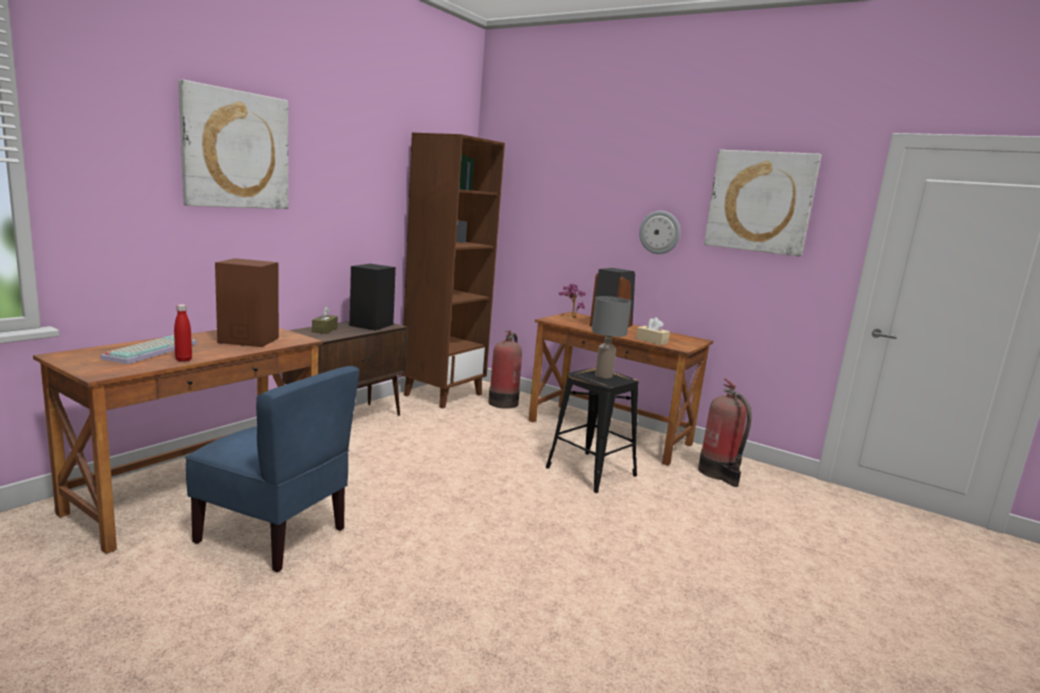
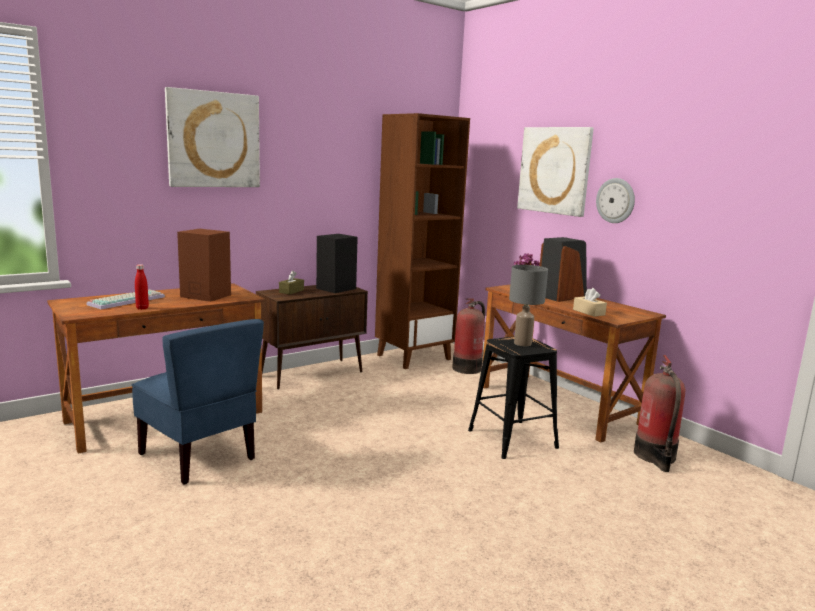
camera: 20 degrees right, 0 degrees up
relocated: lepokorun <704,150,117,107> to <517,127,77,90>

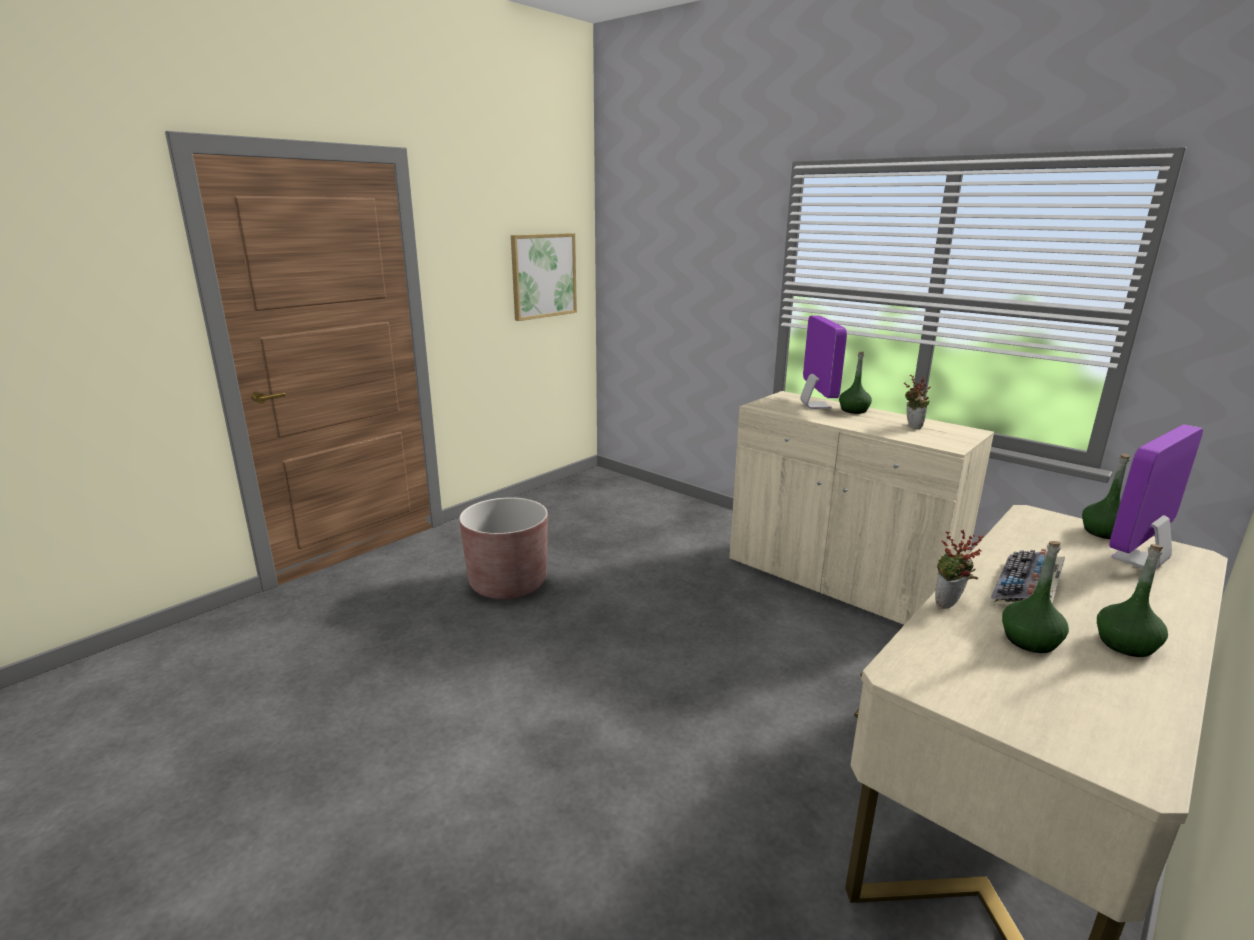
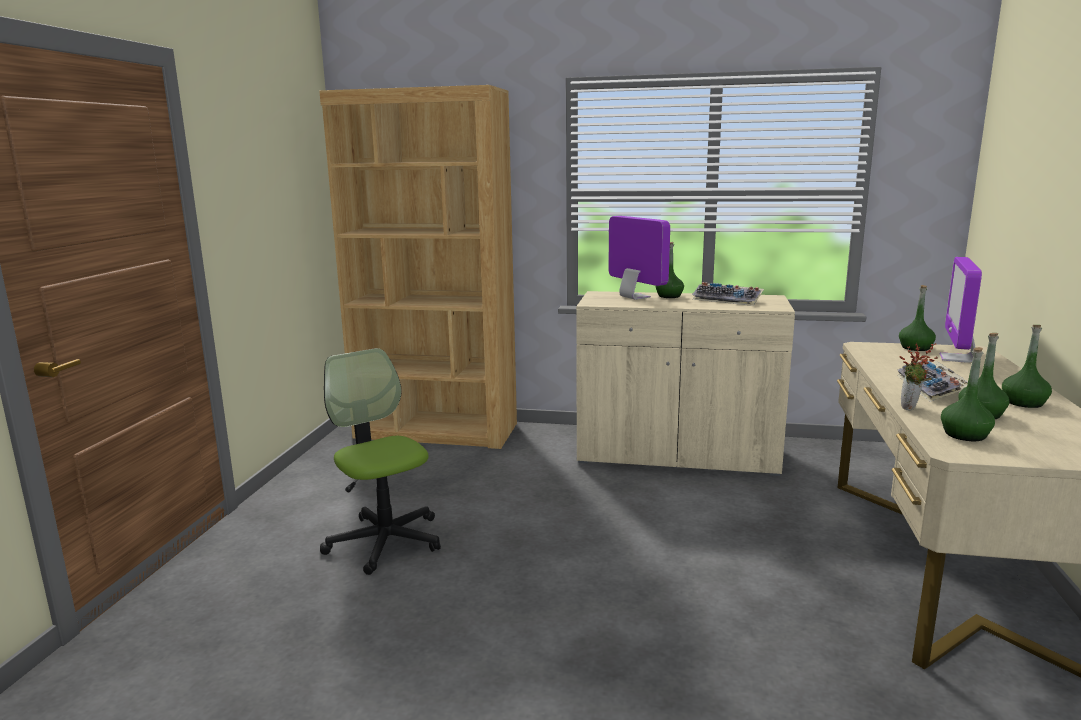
camera: 30 degrees left, 5 degrees down
missing: lepokorun <511,233,66,88>
appeared: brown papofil <319,85,198,364>; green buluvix <941,347,54,94>
exchanged: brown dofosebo <459,497,89,102> to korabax <320,348,121,227>; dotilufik <904,375,27,54> to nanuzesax <692,282,72,24>

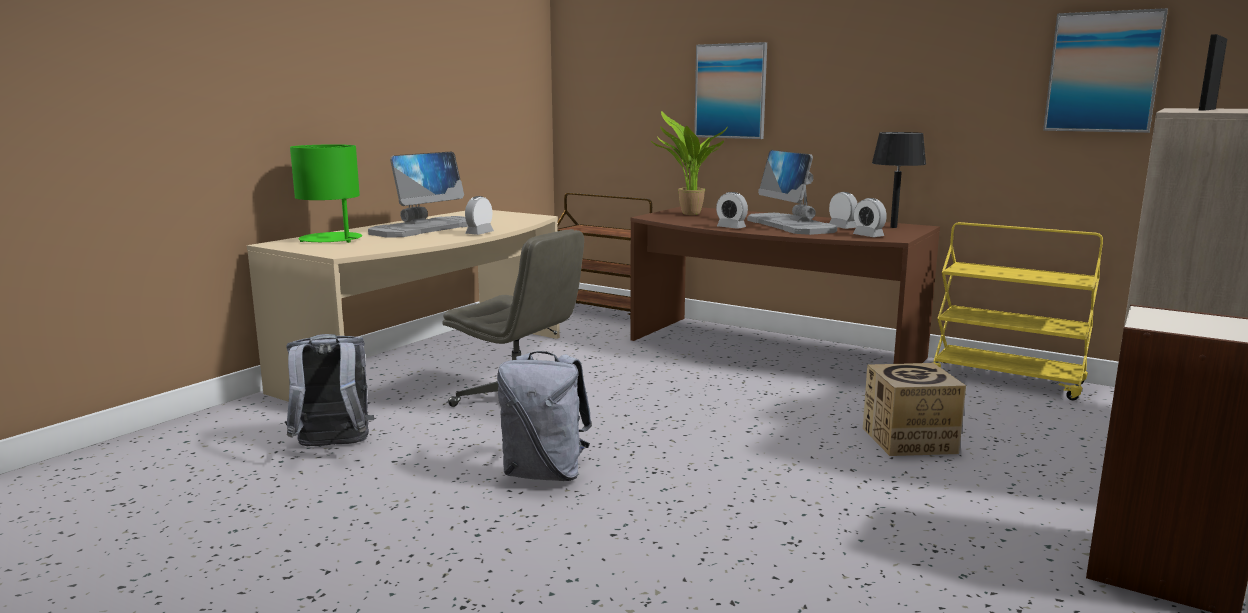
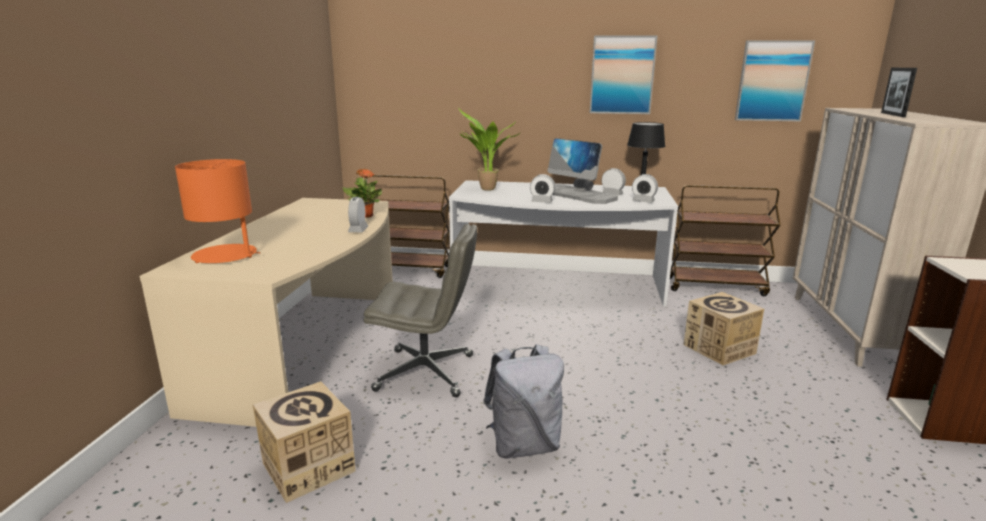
camera: 25 degrees left, 5 degrees up
missing: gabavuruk <368,151,100,87>
appeared: dotilufik <342,168,40,50>
relocated: lepokorun <694,42,73,97> to <590,35,68,79>
exchanged: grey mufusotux <285,334,89,112> to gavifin <253,381,103,122>
colour: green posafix <290,144,72,99> to orange posafix <175,159,85,104>; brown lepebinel <630,207,310,157> to white lepebinel <449,180,229,126>; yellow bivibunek <932,222,171,178> to brown bivibunek <670,185,110,111>

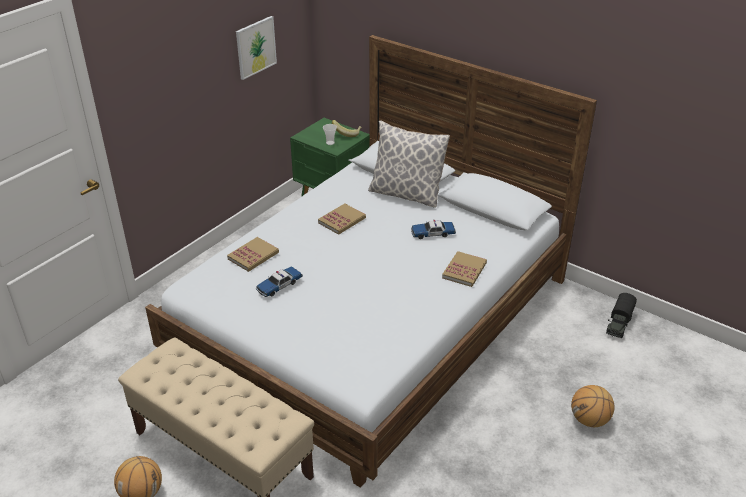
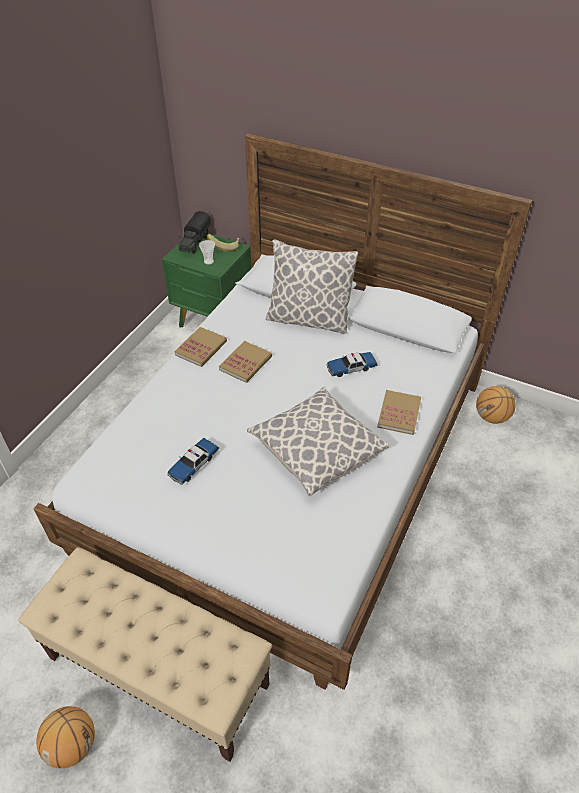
camera: 10 degrees left, 10 degrees up
missing: lepokorun <236,16,41,64>
appeared: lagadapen <247,387,142,110>
relocated: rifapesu <227,237,52,35> to <174,327,53,40>; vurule <571,385,44,42> to <476,386,40,38>; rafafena <606,293,31,45> to <178,211,33,43>

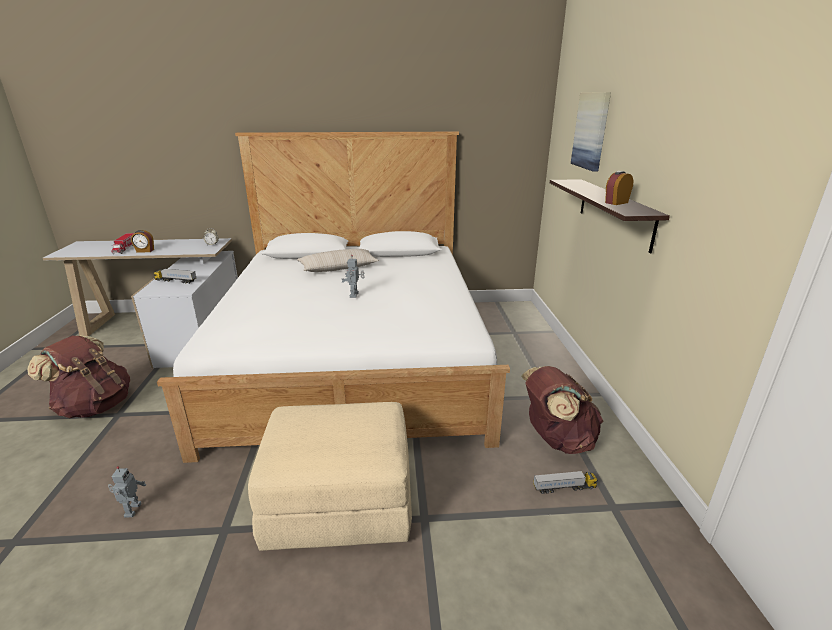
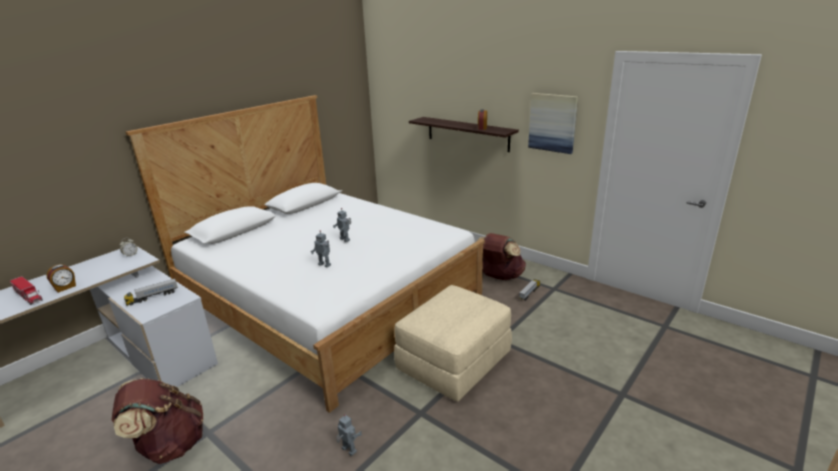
camera: 45 degrees left, 0 degrees up
missing: beige lagadapen <297,249,82,23>
appeared: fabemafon <311,230,20,37>
relocated: lepokorun <571,92,40,80> to <528,93,50,61>

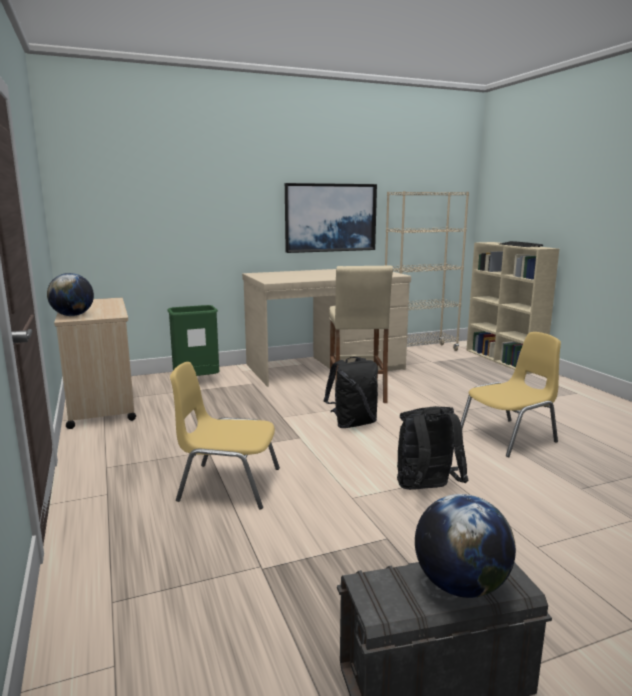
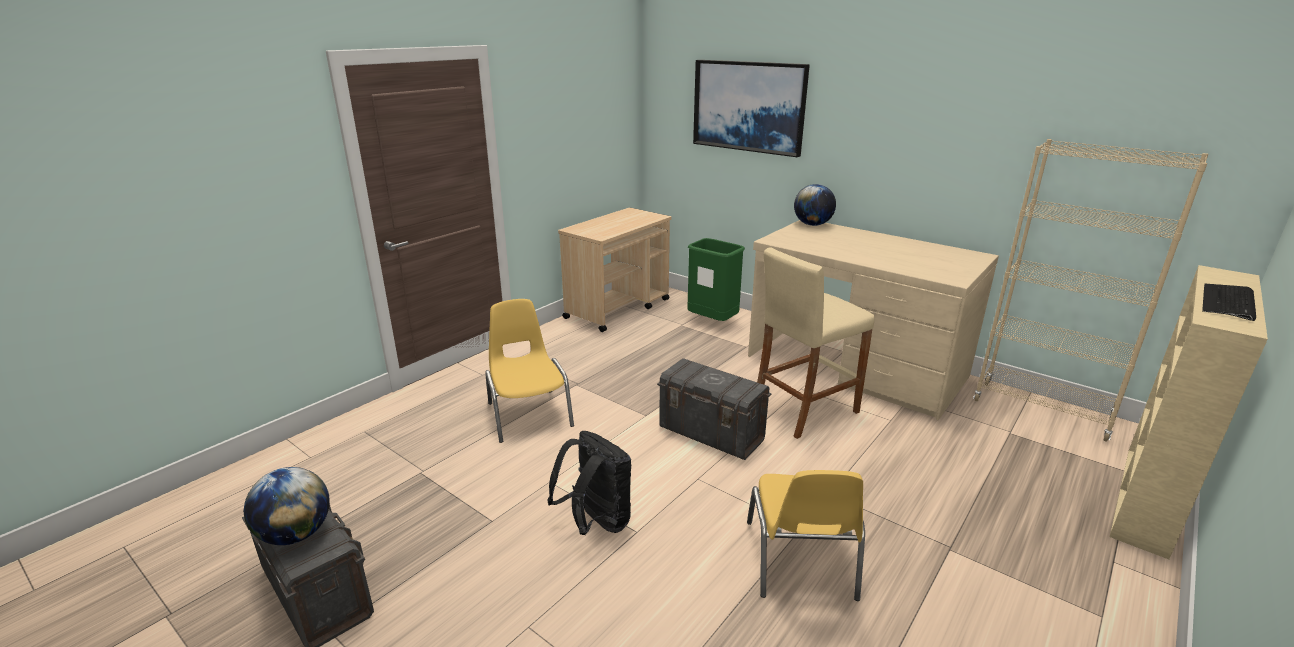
camera: 60 degrees right, 10 degrees up
relocated: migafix <47,273,47,43> to <794,184,42,42>; lepokorun <285,183,92,70> to <693,60,117,97>
exchanged: black mufusotux <324,357,54,71> to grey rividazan <657,358,114,102>
spun: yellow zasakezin <461,332,100,125> = <747,470,118,131> 60 degrees clockwise

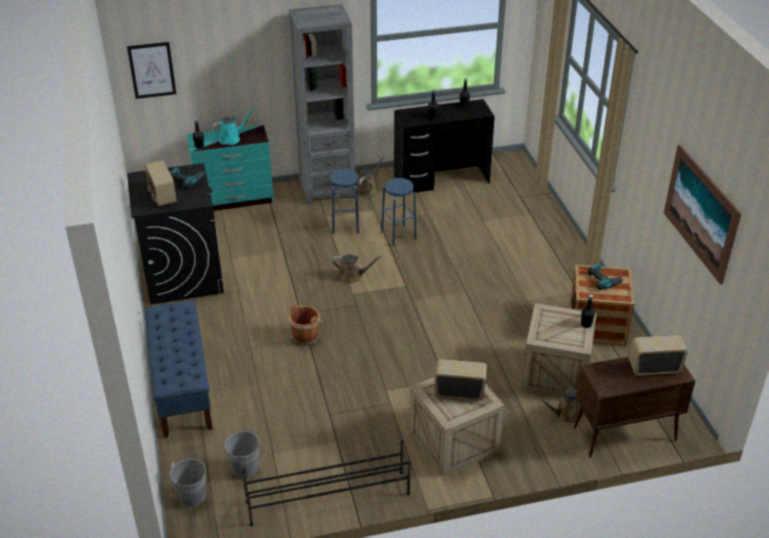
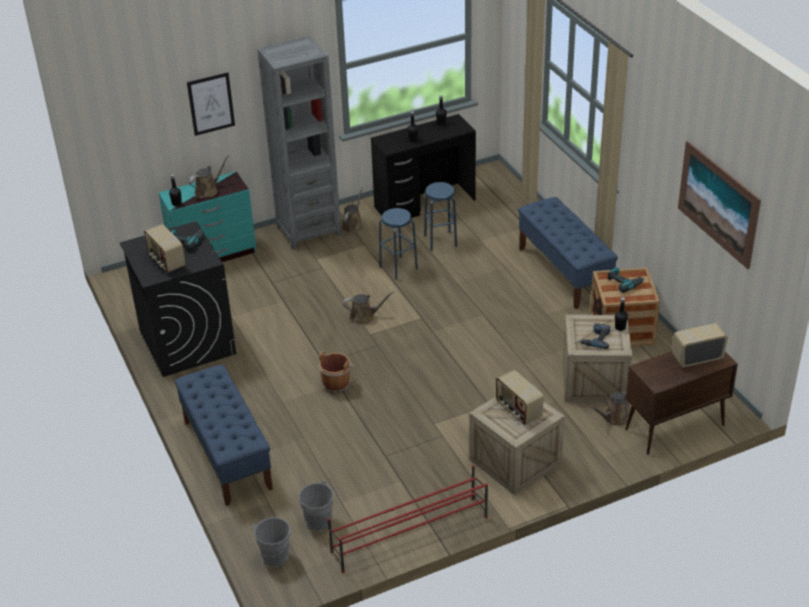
camera: 10 degrees left, 0 degrees up
appeared: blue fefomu <518,197,100,112>; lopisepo <579,323,32,26>
relocated: lepokorun <127,42,49,57> to <187,72,48,64>; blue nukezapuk <330,169,29,65> to <424,182,33,69>
colour: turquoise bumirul <212,108,43,37> to brown bumirul <189,155,40,43>; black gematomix <242,440,169,86> to red gematomix <328,465,160,108>
spun: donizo <435,359,52,42> = <496,370,48,55> 120 degrees counterclockwise

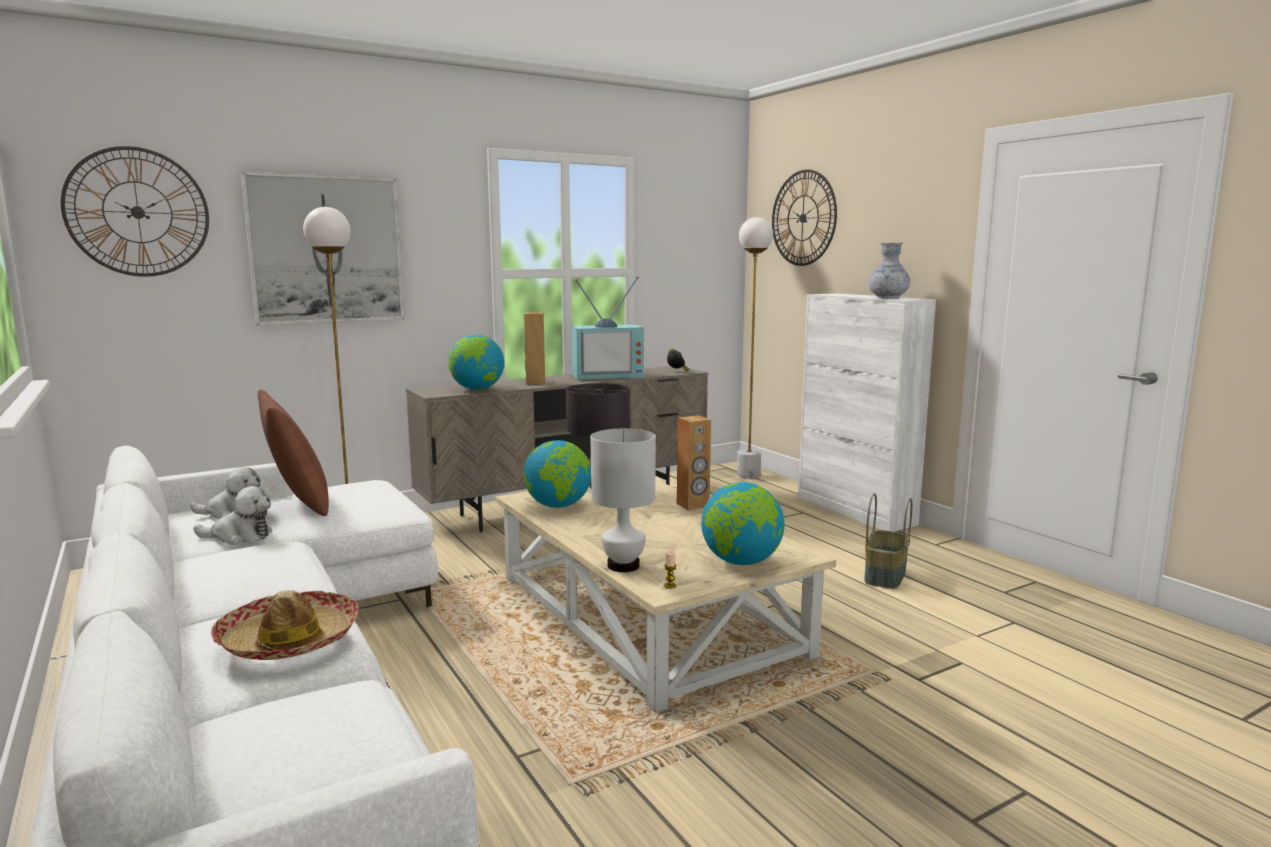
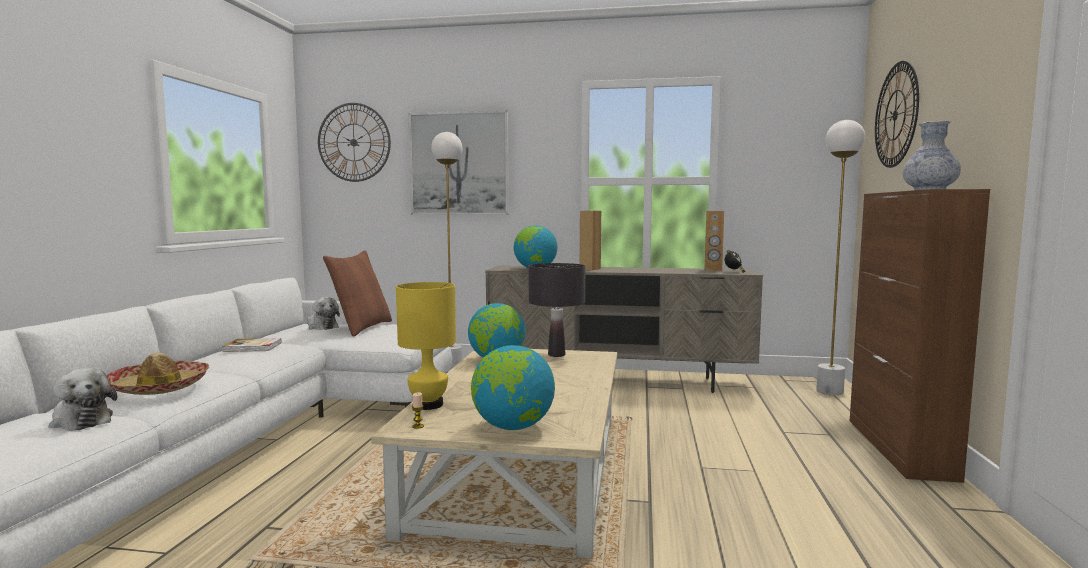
camera: 40 degrees right, 5 degrees down
missing: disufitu <571,276,73,104>; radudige <864,493,48,96>
appeared: rifapesu <222,338,60,14>
relocated: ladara <193,486,79,59> to <49,368,68,63>; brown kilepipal <677,415,34,95> to <705,211,19,60>
colour: white posafix <590,429,66,143> to yellow posafix <396,282,60,128>; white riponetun <798,293,138,239> to brown riponetun <850,189,140,294>

